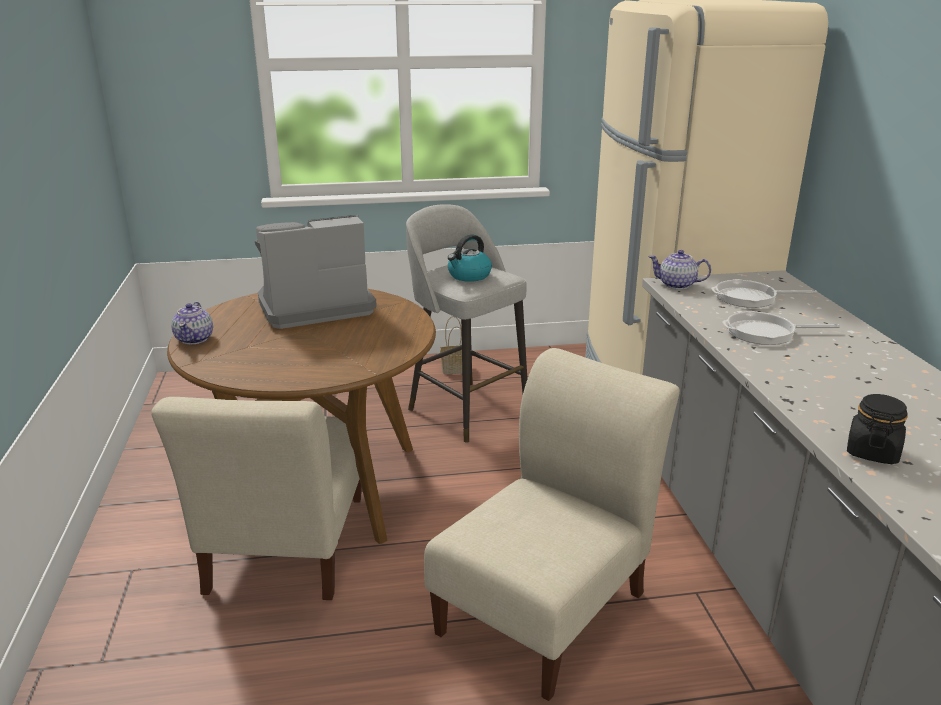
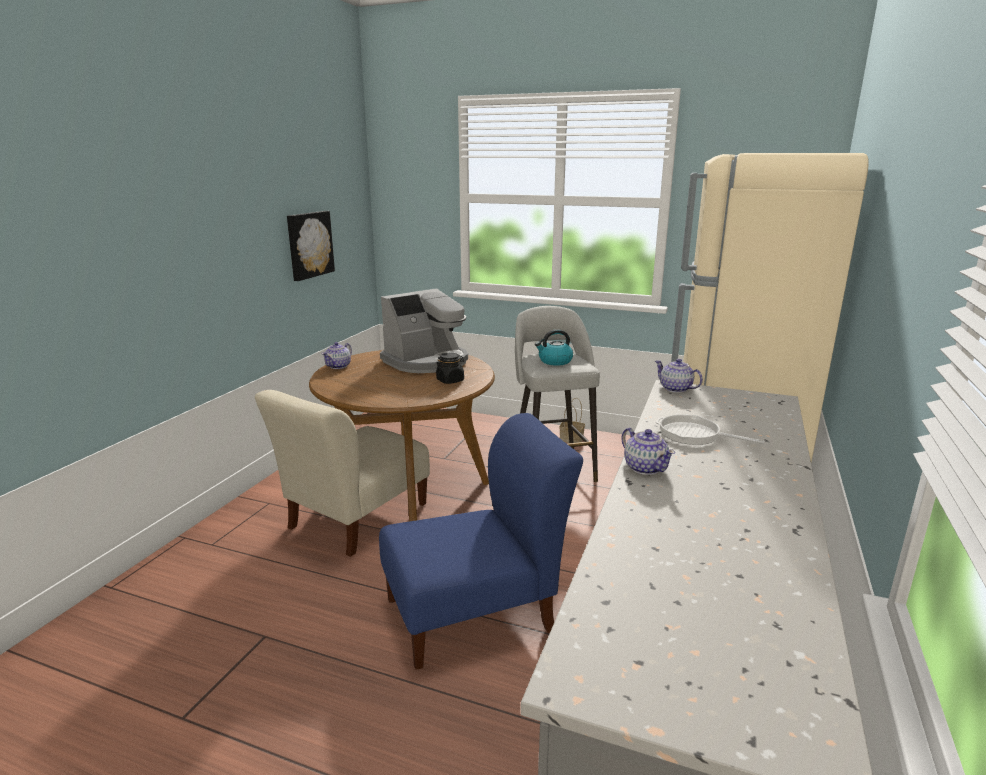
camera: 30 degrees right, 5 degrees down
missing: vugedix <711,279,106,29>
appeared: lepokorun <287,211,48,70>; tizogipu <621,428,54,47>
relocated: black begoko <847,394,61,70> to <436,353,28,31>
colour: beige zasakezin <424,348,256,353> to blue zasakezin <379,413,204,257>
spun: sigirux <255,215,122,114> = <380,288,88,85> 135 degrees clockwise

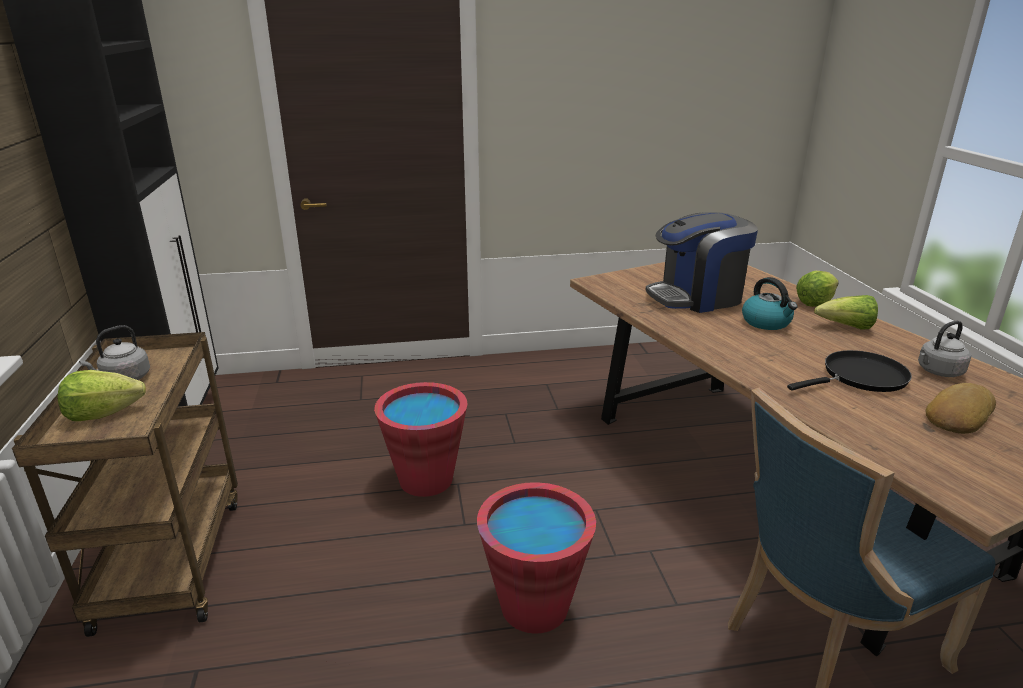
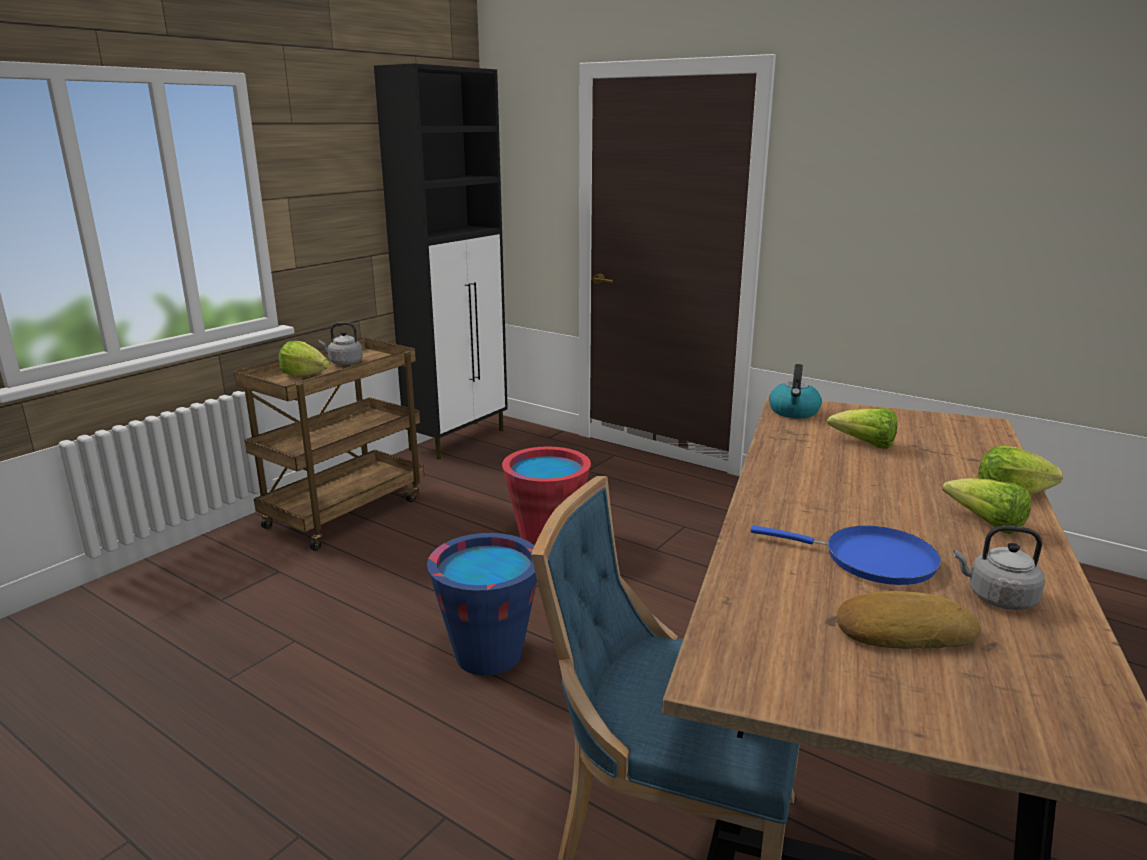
camera: 45 degrees right, 5 degrees down
relocated: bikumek <742,277,56,53> to <769,364,53,54>
exchanged: sigirux <646,212,112,101> to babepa <827,408,71,41>
colour: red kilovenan <477,482,119,152> to blue kilovenan <427,533,110,143>; black vugedix <787,350,125,42> to blue vugedix <750,525,191,60>

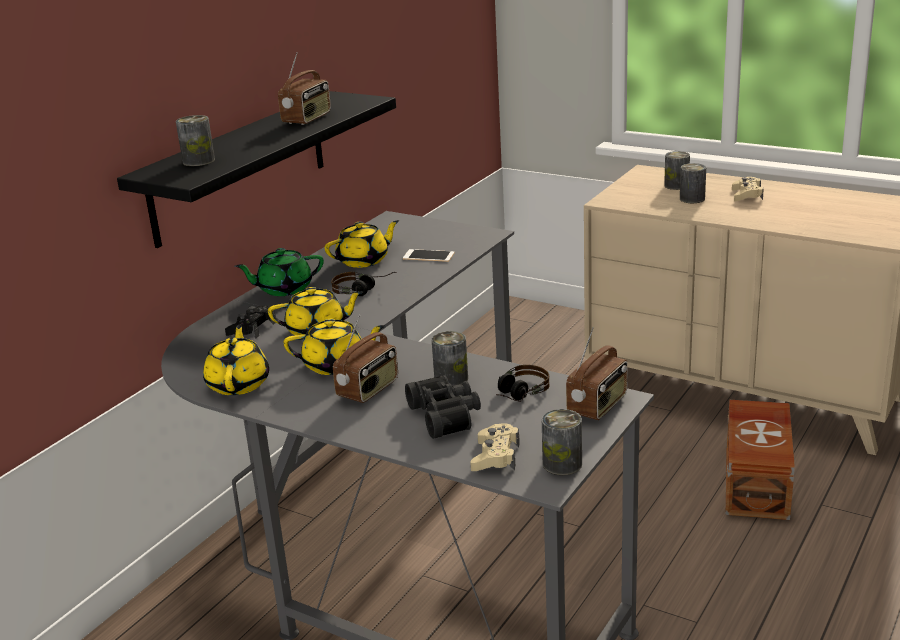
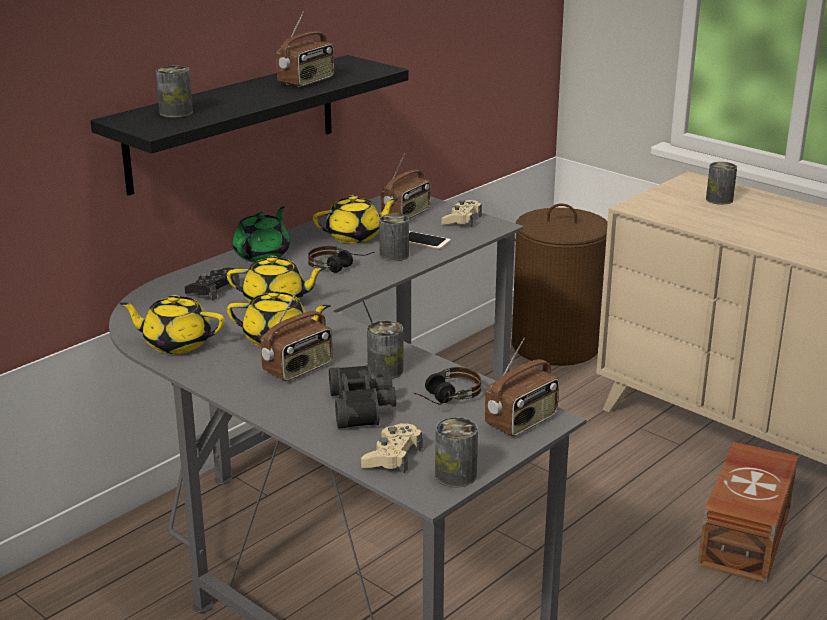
camera: 10 degrees right, 0 degrees up
appeared: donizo <381,153,50,66>; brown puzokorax <512,203,96,163>
relocated: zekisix <680,163,26,40> to <379,214,30,47>; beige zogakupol <732,177,32,24> to <441,200,41,27>
spun: yellow tizogipu <203,324,66,71> = <119,295,106,59> 90 degrees counterclockwise; green tizogipu <235,248,89,48> = <232,206,58,56> 120 degrees clockwise

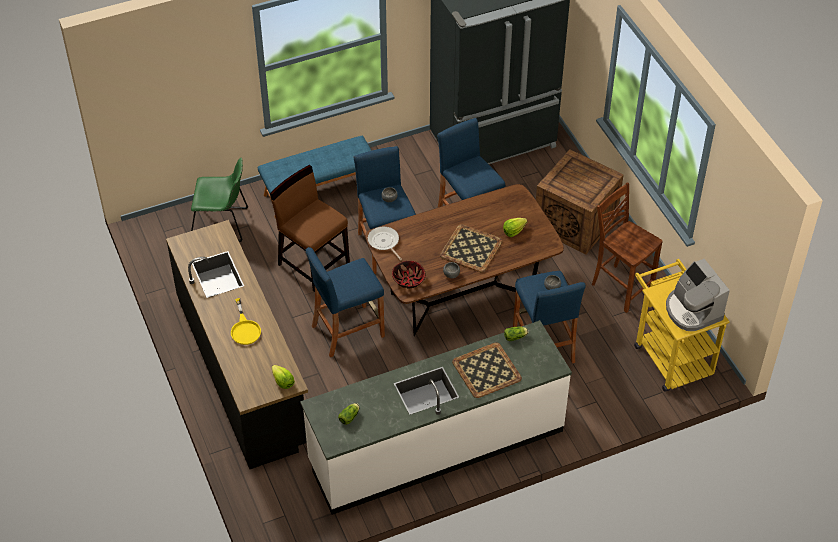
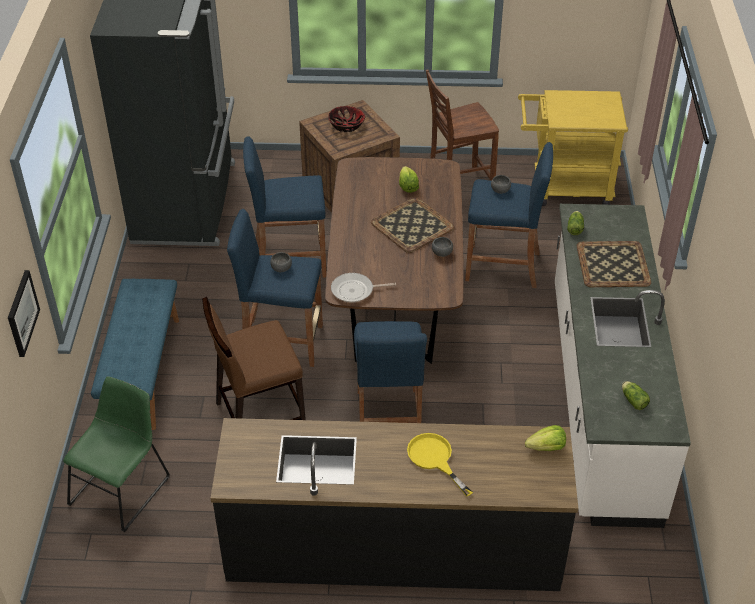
camera: 65 degrees left, 5 degrees down
missing: sigirux <666,259,64,72>
appeared: lepokorun <8,270,32,87>
relocated: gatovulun <392,261,34,27> to <328,106,37,26>
spun: yellow vugedix <231,298,30,47> = <407,433,66,64> 135 degrees counterclockwise

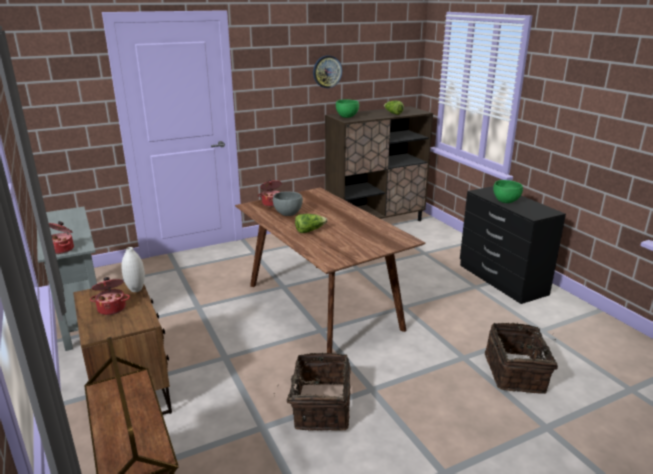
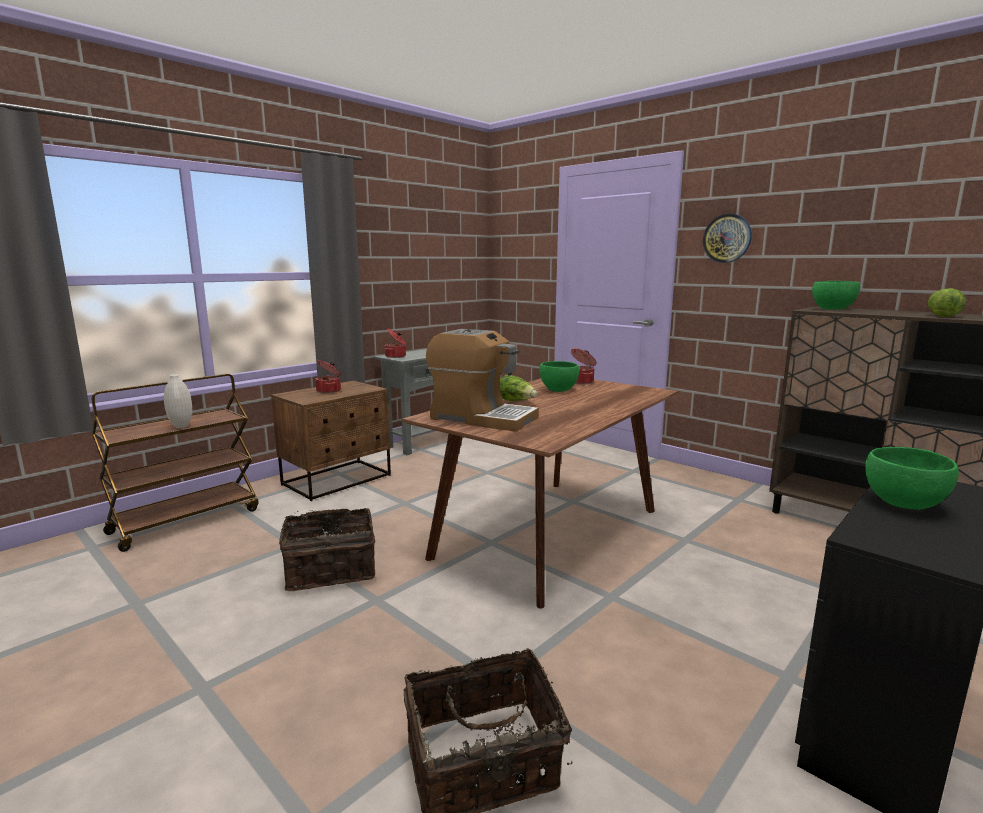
camera: 70 degrees right, 10 degrees down
appeared: sigirux <426,329,113,103>
relocated: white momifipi <121,247,24,45> to <164,374,28,54>; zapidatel <313,55,29,33> to <703,213,49,50>
colour: grey gatovulun <273,191,30,25> to green gatovulun <539,361,40,31>

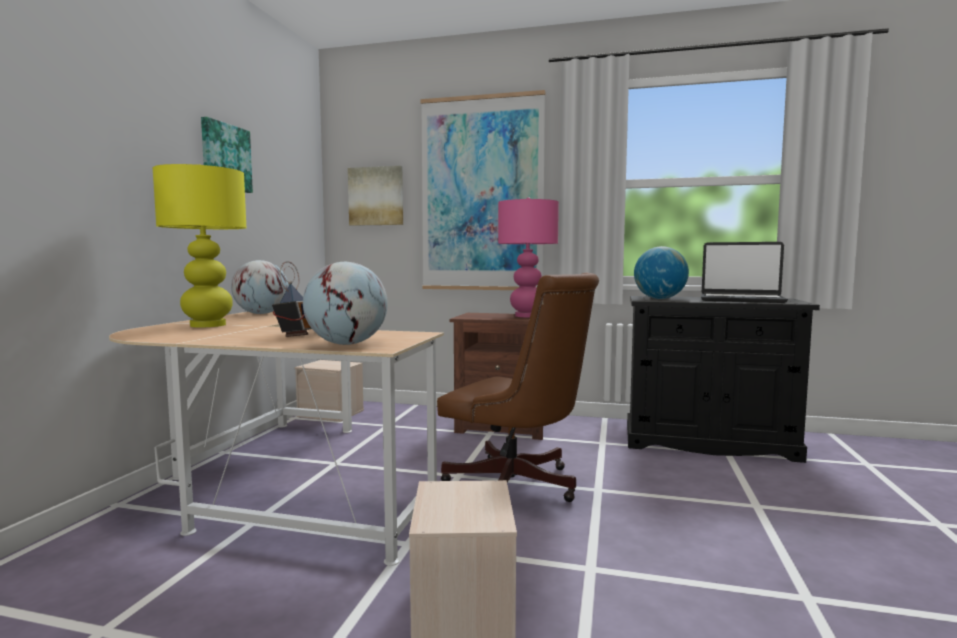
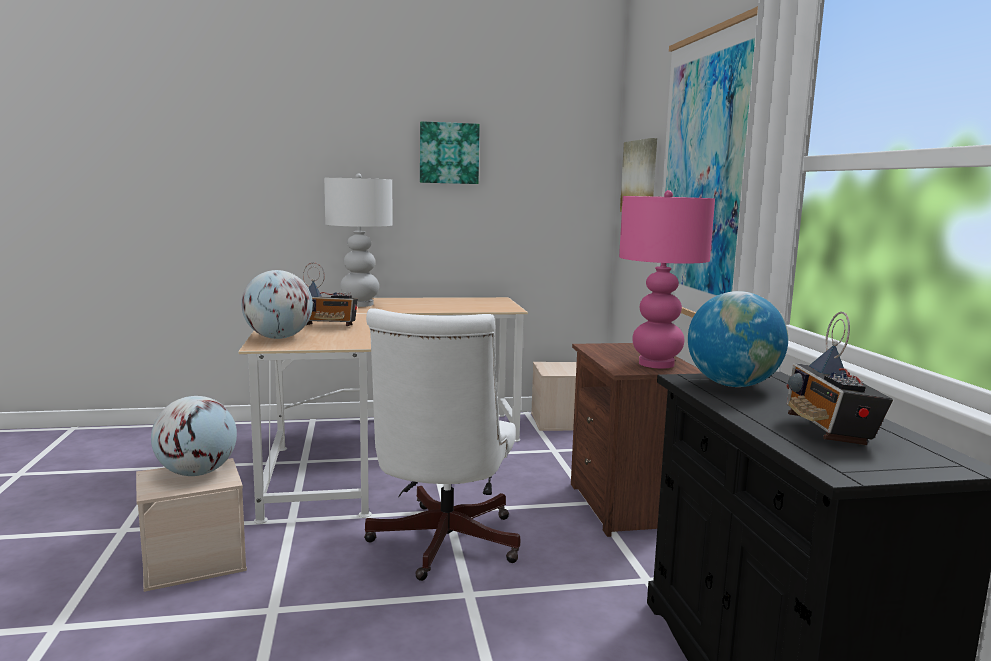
camera: 65 degrees right, 5 degrees up
relocated: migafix <231,260,57,54> to <151,396,86,80>
exchanged: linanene <701,242,87,61> to donizo <787,312,106,133>
colour: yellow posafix <153,164,93,164> to white posafix <324,173,68,134>; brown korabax <437,273,162,229> to white korabax <364,308,156,273>

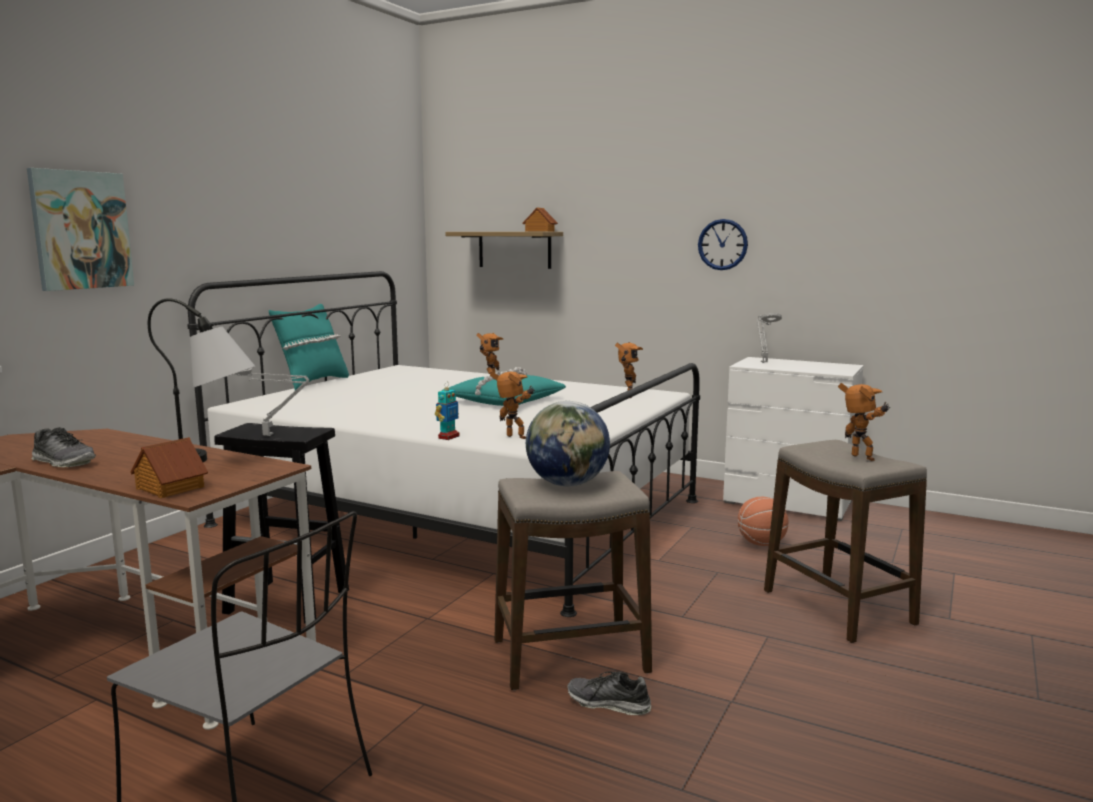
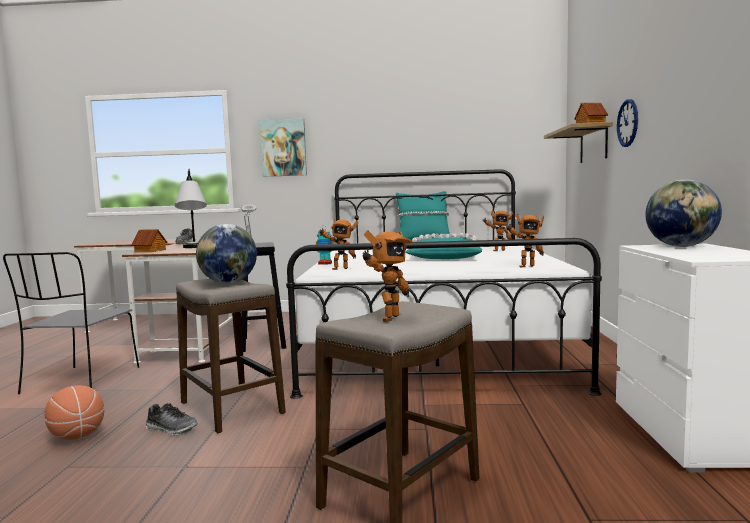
camera: 65 degrees right, 5 degrees down
relocated: zapidatel <698,219,50,51> to <617,99,21,48>; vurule <738,497,50,49> to <45,385,59,55>
exchanged: grey posafix <757,313,25,50> to migafix <645,180,77,67>
spun: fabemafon <490,372,45,67> = <319,219,39,51> 75 degrees clockwise; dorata <568,671,83,44> = <146,403,52,32> 120 degrees clockwise

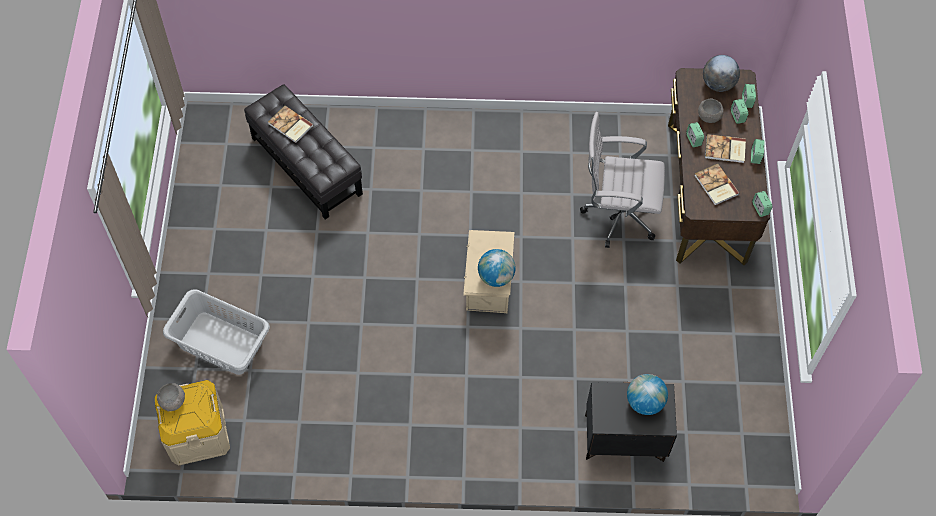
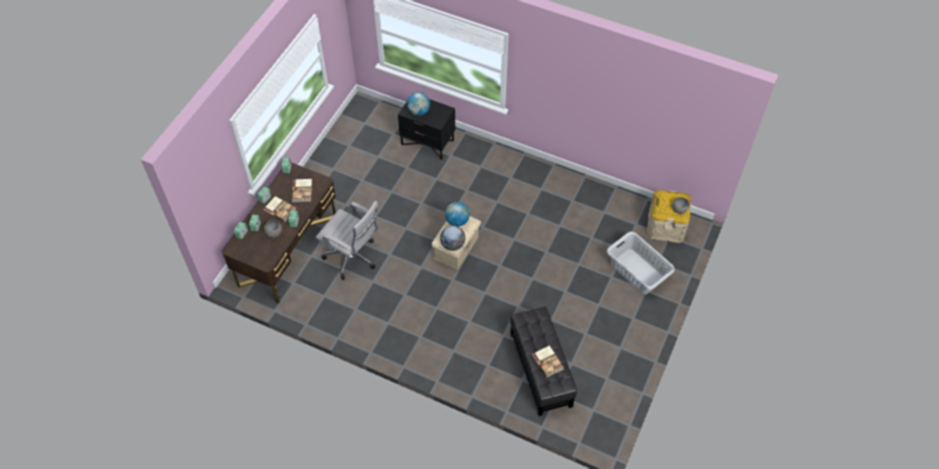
camera: 155 degrees left, 5 degrees down
relocated: migafix <703,55,37,37> to <440,225,25,26>

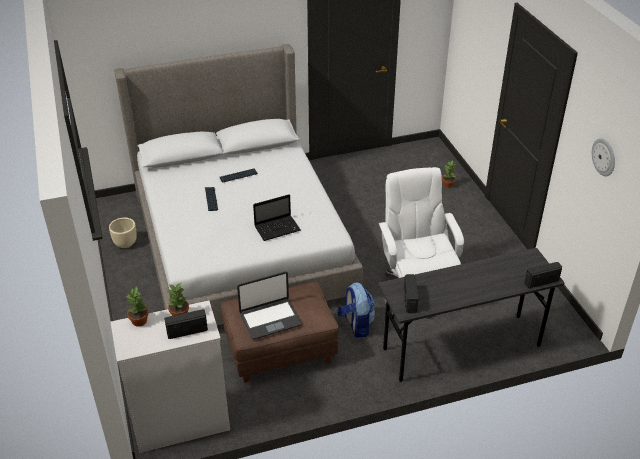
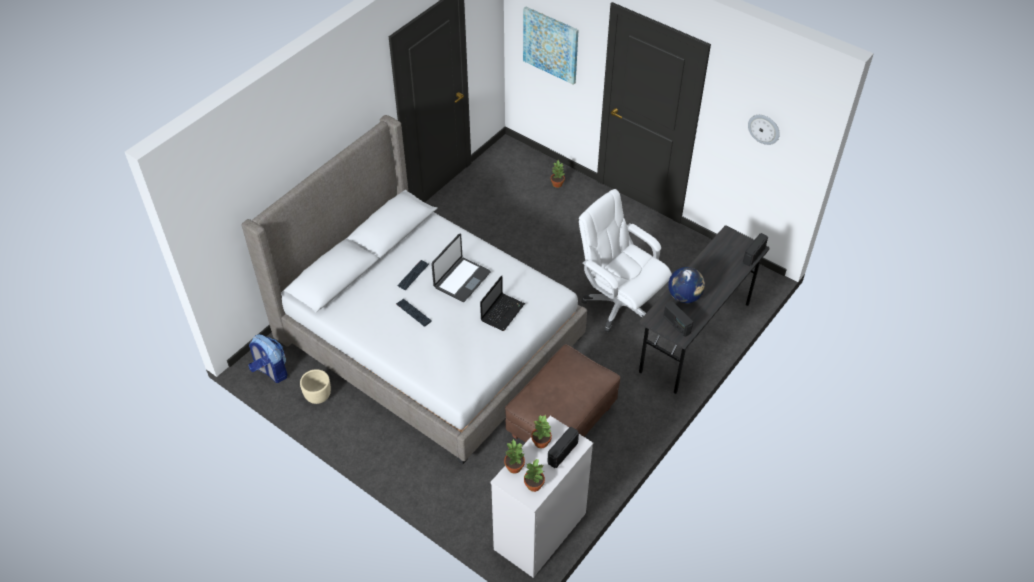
camera: 35 degrees left, 10 degrees up
appeared: lepokorun <523,6,55,79>; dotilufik <524,458,21,34>; migafix <668,267,37,36>
relocated: linanene <237,271,65,68> to <431,234,60,68>; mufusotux <337,283,38,55> to <249,334,39,49>

